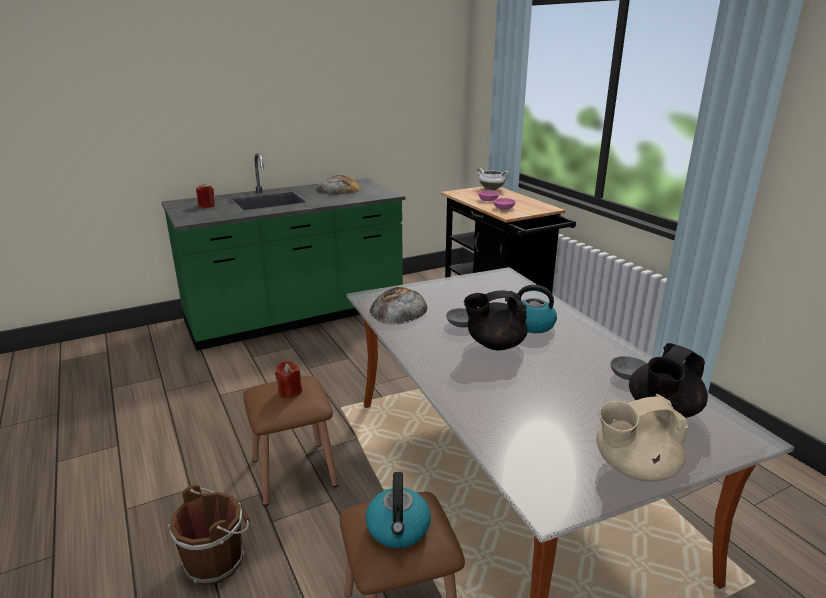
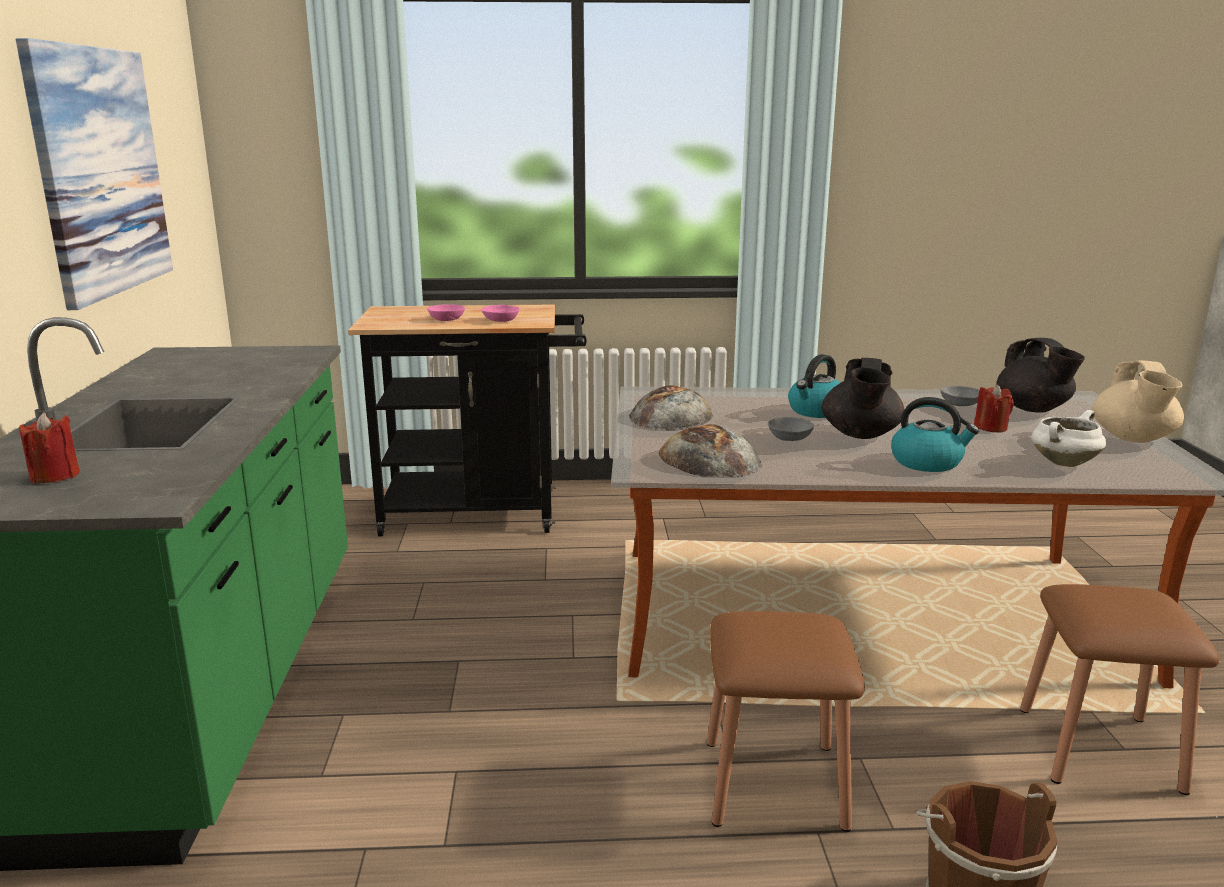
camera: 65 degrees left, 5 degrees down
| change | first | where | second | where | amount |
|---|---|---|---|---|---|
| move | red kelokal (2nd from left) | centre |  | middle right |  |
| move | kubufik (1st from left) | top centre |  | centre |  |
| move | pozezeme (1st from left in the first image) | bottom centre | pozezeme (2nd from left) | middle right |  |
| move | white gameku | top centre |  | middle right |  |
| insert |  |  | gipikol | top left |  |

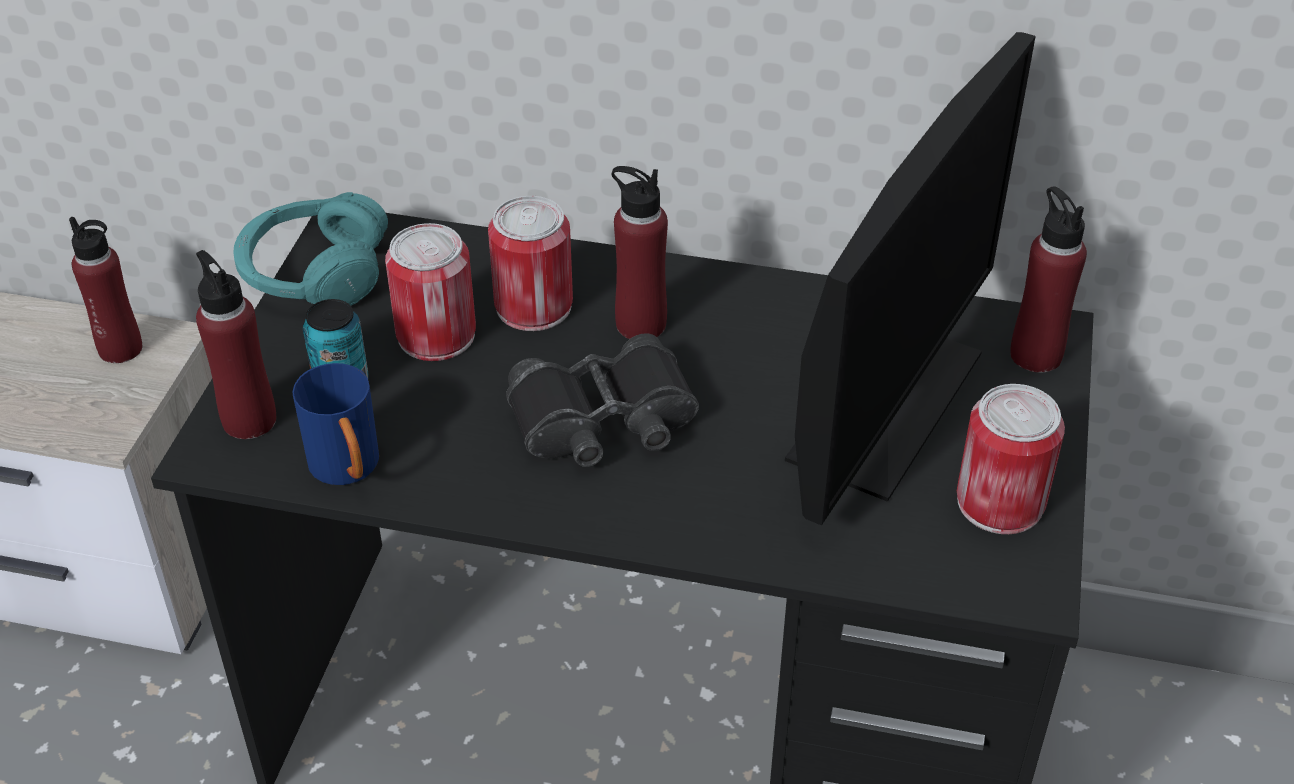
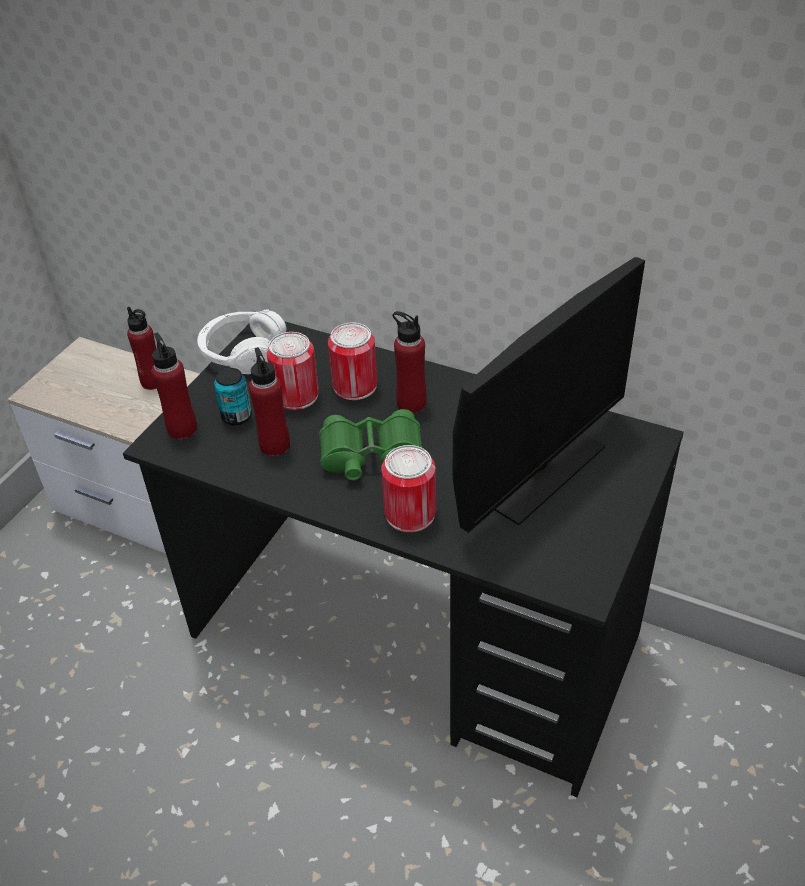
camera: 15 degrees right, 0 degrees up
| change | first | where | second | where | amount |
|---|---|---|---|---|---|
| recolor | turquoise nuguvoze | top left | white nuguvoze | middle left |  |
| delete | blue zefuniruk | middle left |  |  |  |
| recolor | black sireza | centre | green sireza | centre |  |
| move | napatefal (4th from left) | middle right |  | centre |  |
| move | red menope (4th from left in the first image) | middle right | red menope (3rd from left) | centre |  |

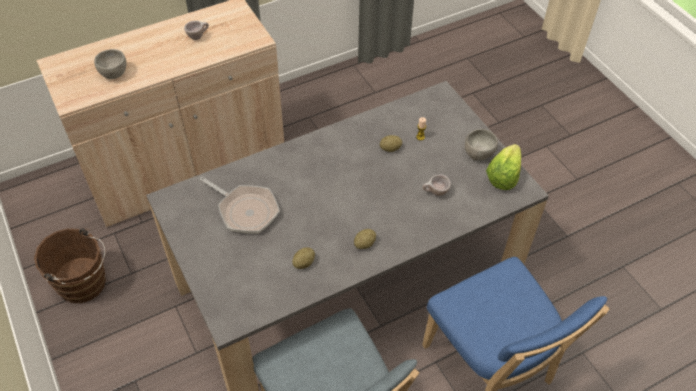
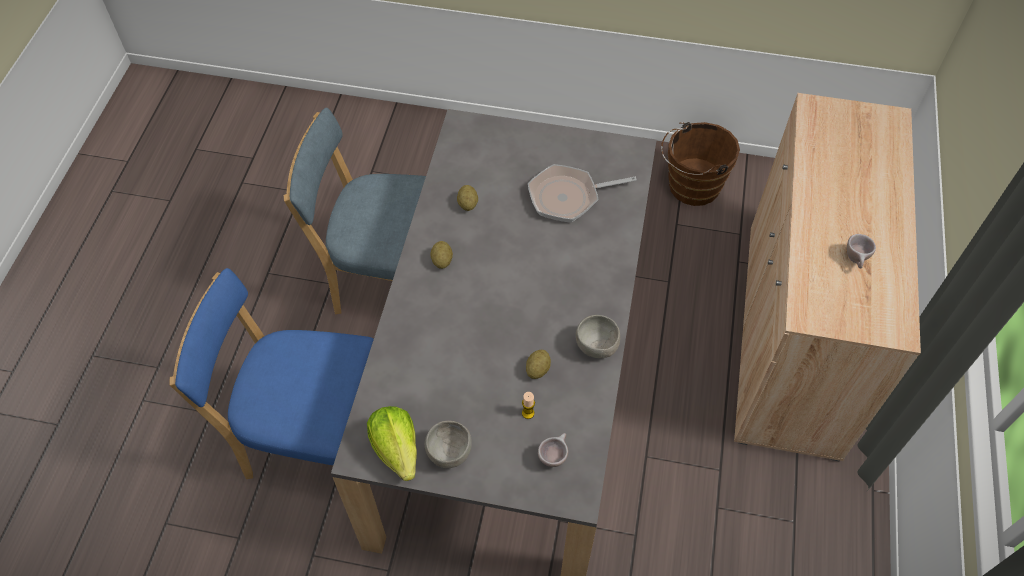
camera: 130 degrees right, 5 degrees up
| change | first | where | second | where | amount |
|---|---|---|---|---|---|
| move | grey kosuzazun (1st from left in the first image) | top left | grey kosuzazun (2nd from left) | centre |  |
| move | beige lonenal (2nd from left in the first image) | centre | beige lonenal (1st from left) | bottom centre |  |

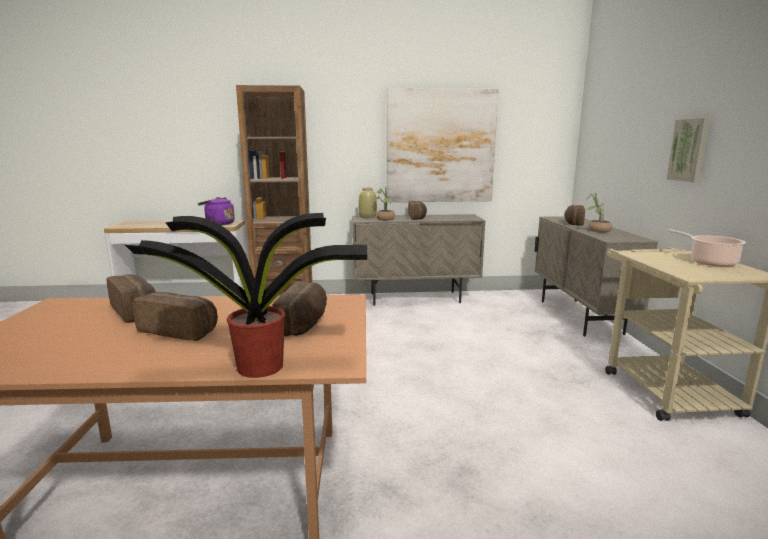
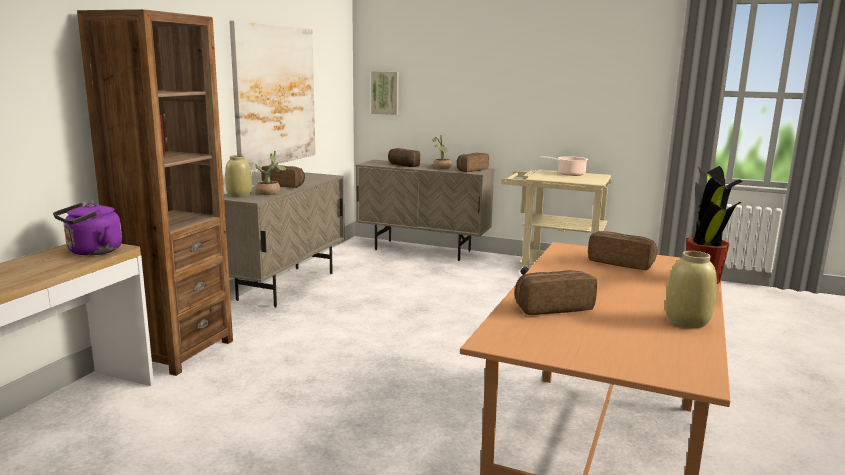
camera: 65 degrees left, 0 degrees up
| change | first | where | second | where | amount |
|---|---|---|---|---|---|
| move | kubufik (2nd from left in the first image) | middle left | kubufik (3rd from left) | centre |  |
| move | gipikol (2nd from left) | top right |  | top centre |  |
| insert |  |  | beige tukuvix (2nd from left) | middle right |  |

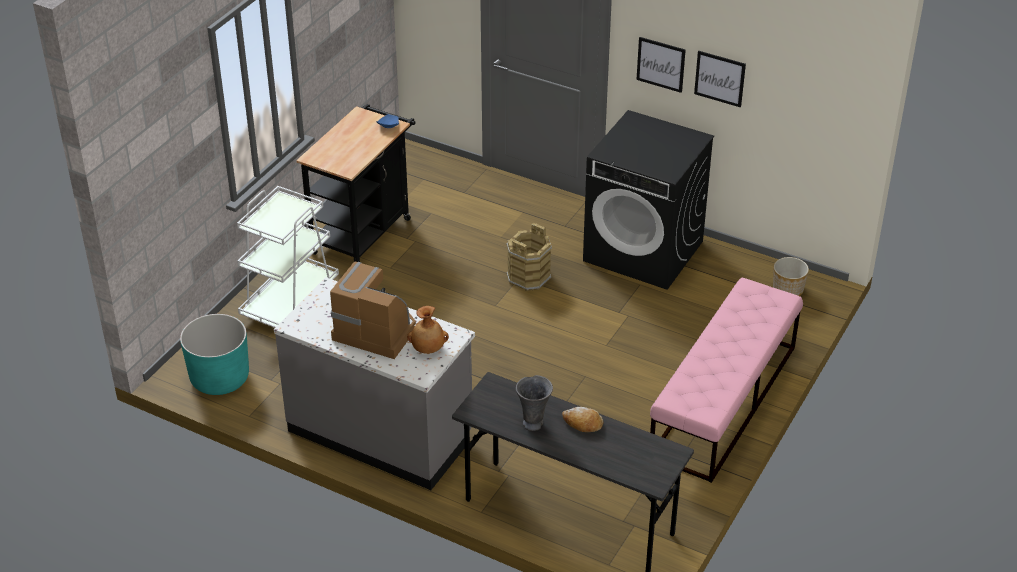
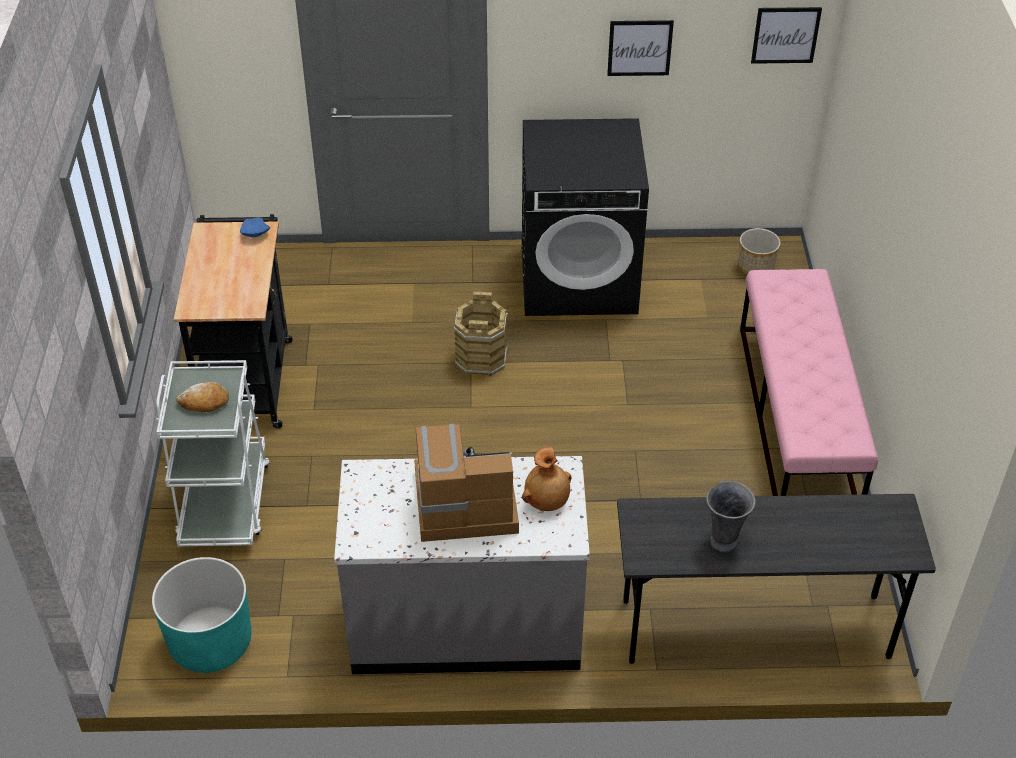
camera: 30 degrees left, 5 degrees up
| change | first | where | second | where | amount |
|---|---|---|---|---|---|
| move | kubufik | bottom centre |  | middle left |  |
| move | gipikol (1st from left in the first image) | top centre | gipikol (2nd from left) | top right |  |

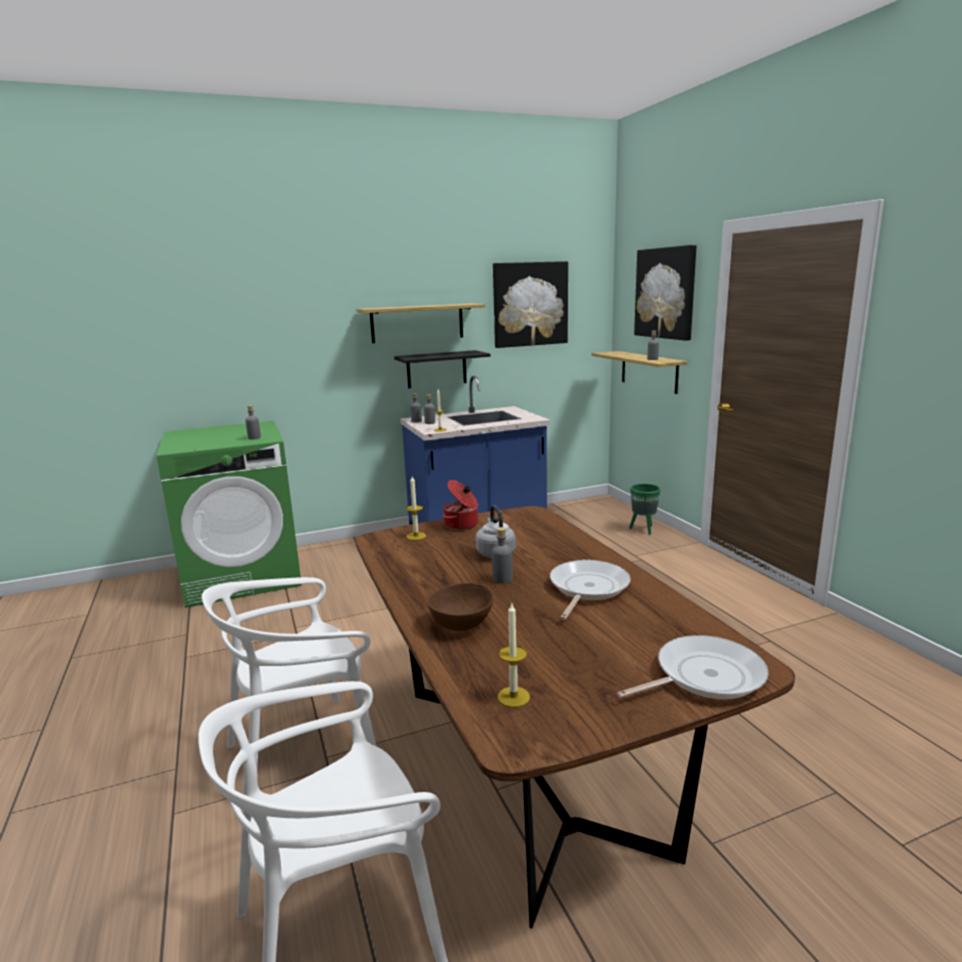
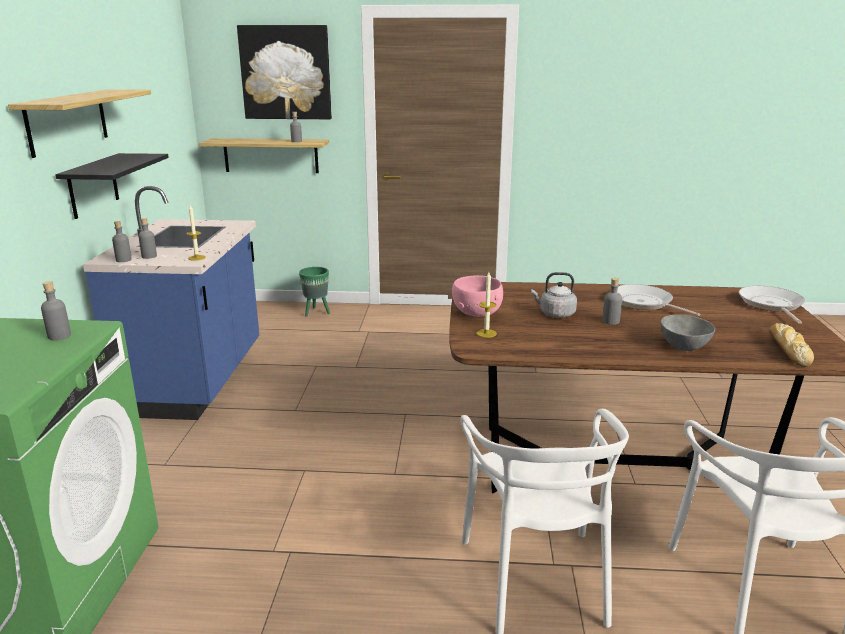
camera: 65 degrees left, 5 degrees up
| change | first | where | second | where | amount |
|---|---|---|---|---|---|
| recolor | brown kosuzazun | centre | grey kosuzazun | middle right |  |
| replace | gameku | centre | pink kosuzazun | centre |  |
| delete | gipikol (1st from left) | top centre |  |  |  |
| replace | kelokal (3rd from left) | bottom centre | kubufik | middle right |  |

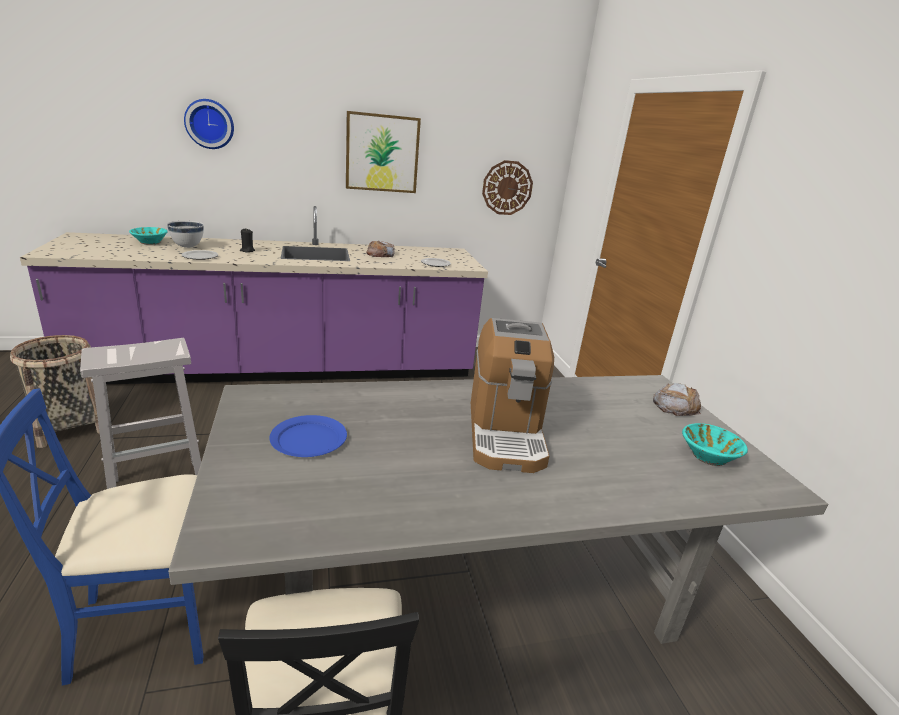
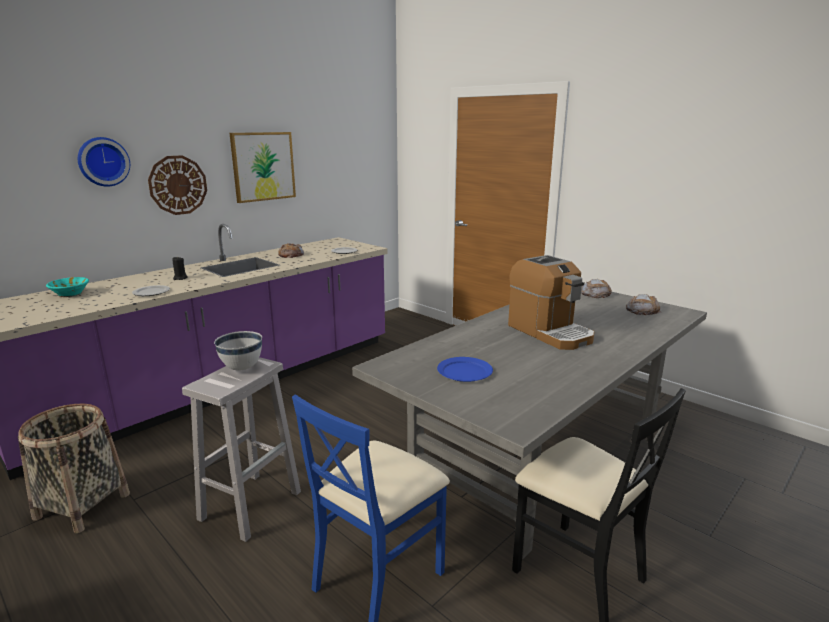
camera: 30 degrees left, 5 degrees down
| change | first | where | second | where | amount |
|---|---|---|---|---|---|
| move | white kosuzazun | top left |  | middle left |  |
| move | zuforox (2nd from left) | top centre |  | top left |  |
| replace | turquoise kosuzazun (2nd from left) | middle right | kubufik (3rd from left) | middle right |  |

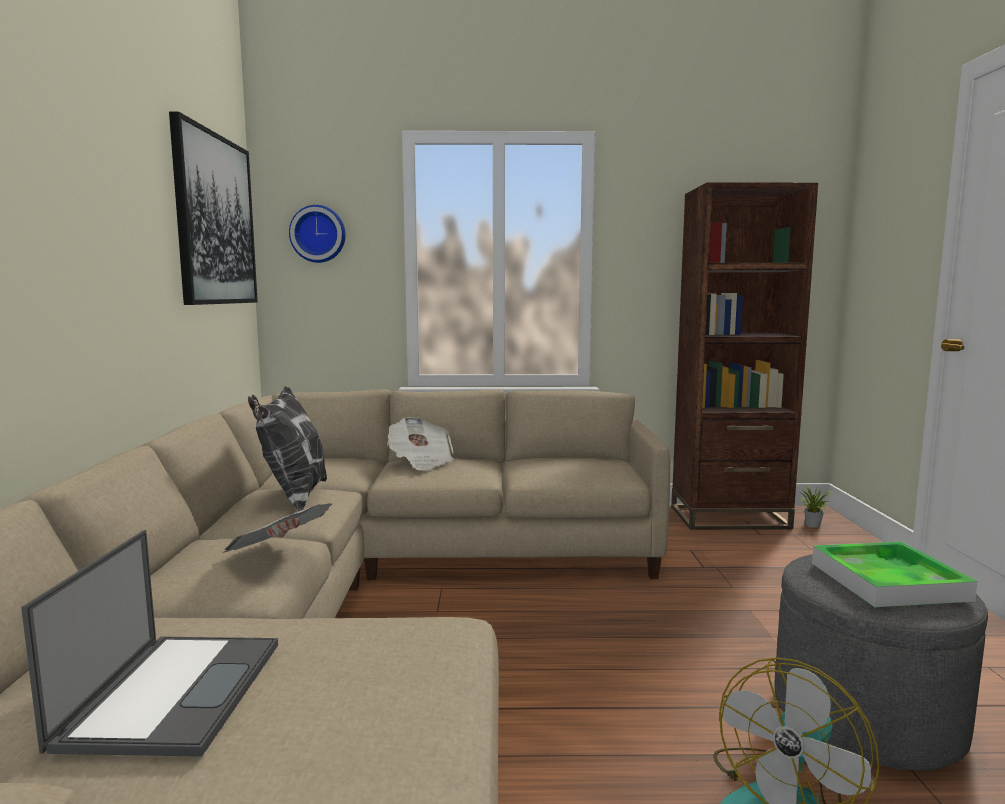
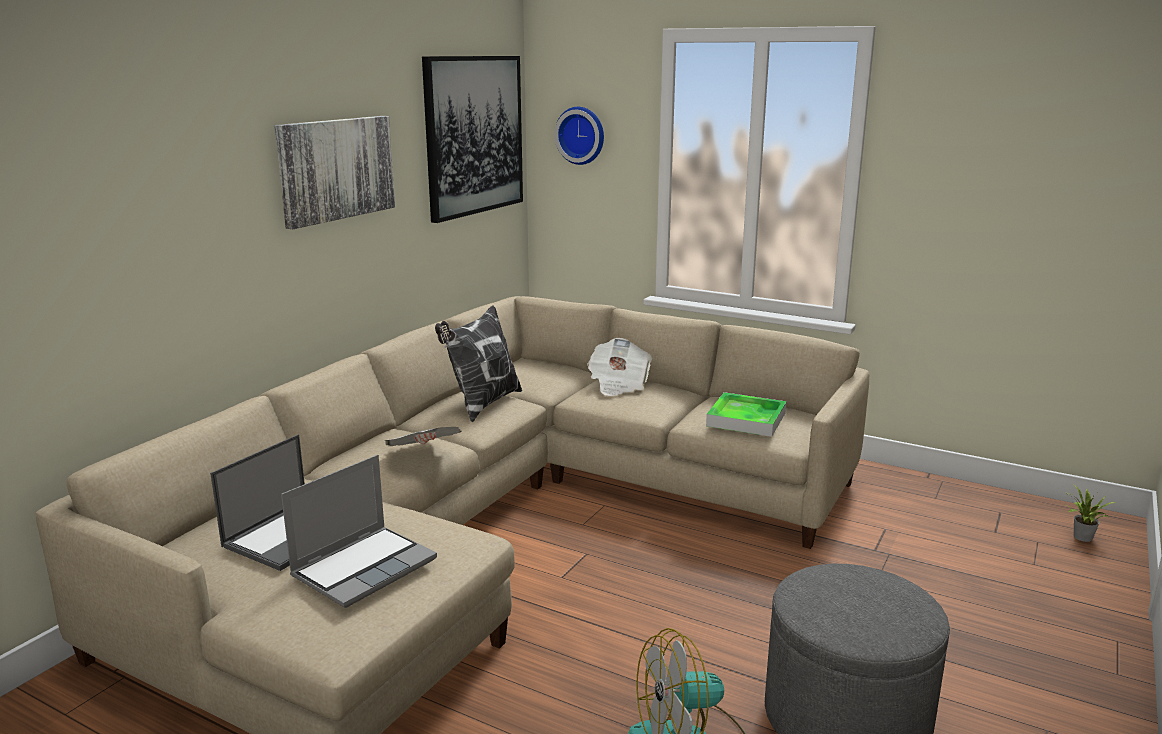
camera: 30 degrees right, 10 degrees up
| change | first | where | second | where | amount |
|---|---|---|---|---|---|
| delete | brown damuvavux | middle right |  |  |  |
| move | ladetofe | bottom right |  | centre |  |
| insert |  |  | gipikol (1st from left) | top left |  |
| insert |  |  | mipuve (2nd from left) | bottom left |  |

